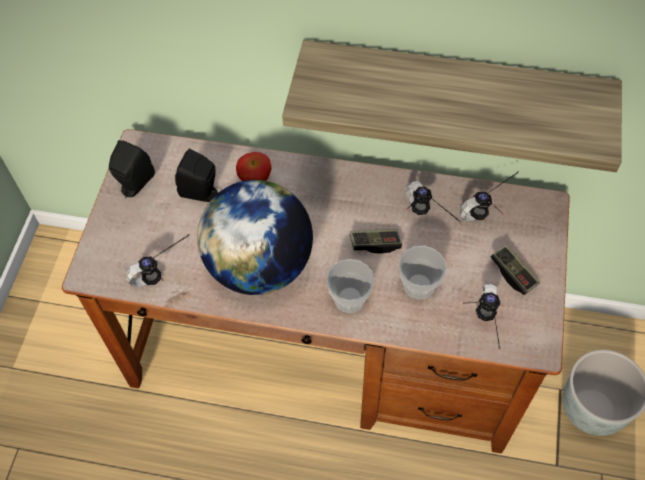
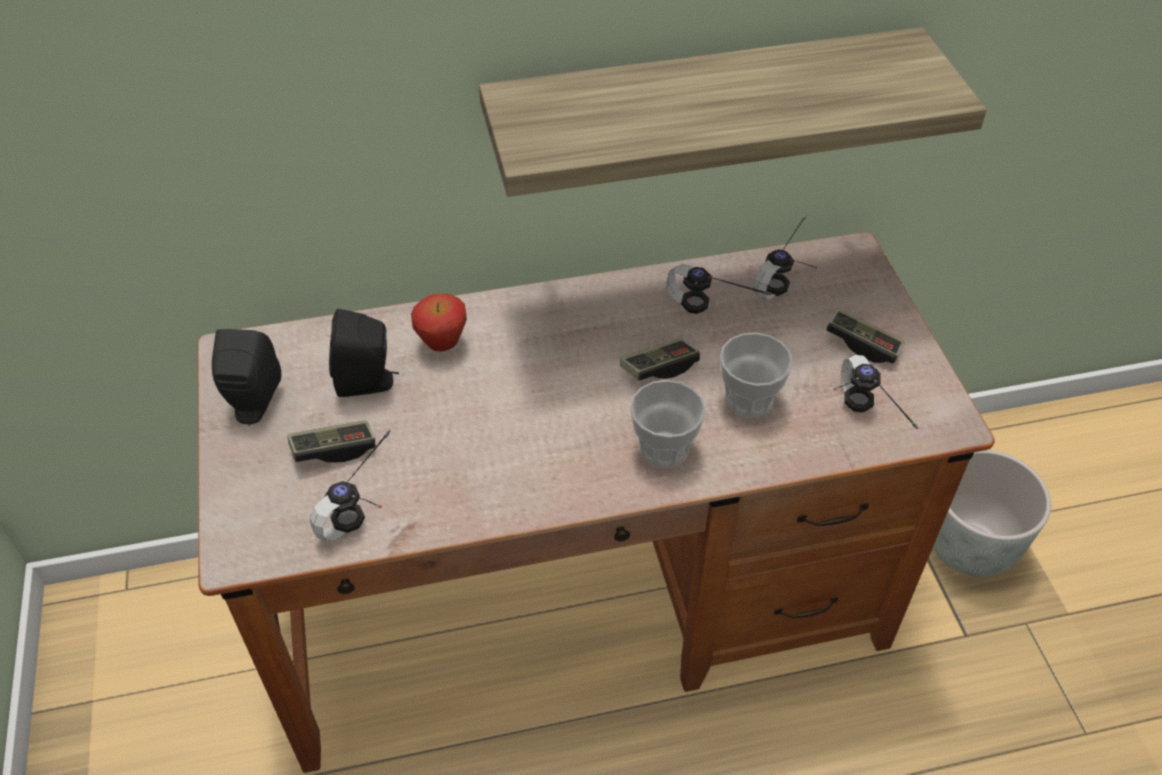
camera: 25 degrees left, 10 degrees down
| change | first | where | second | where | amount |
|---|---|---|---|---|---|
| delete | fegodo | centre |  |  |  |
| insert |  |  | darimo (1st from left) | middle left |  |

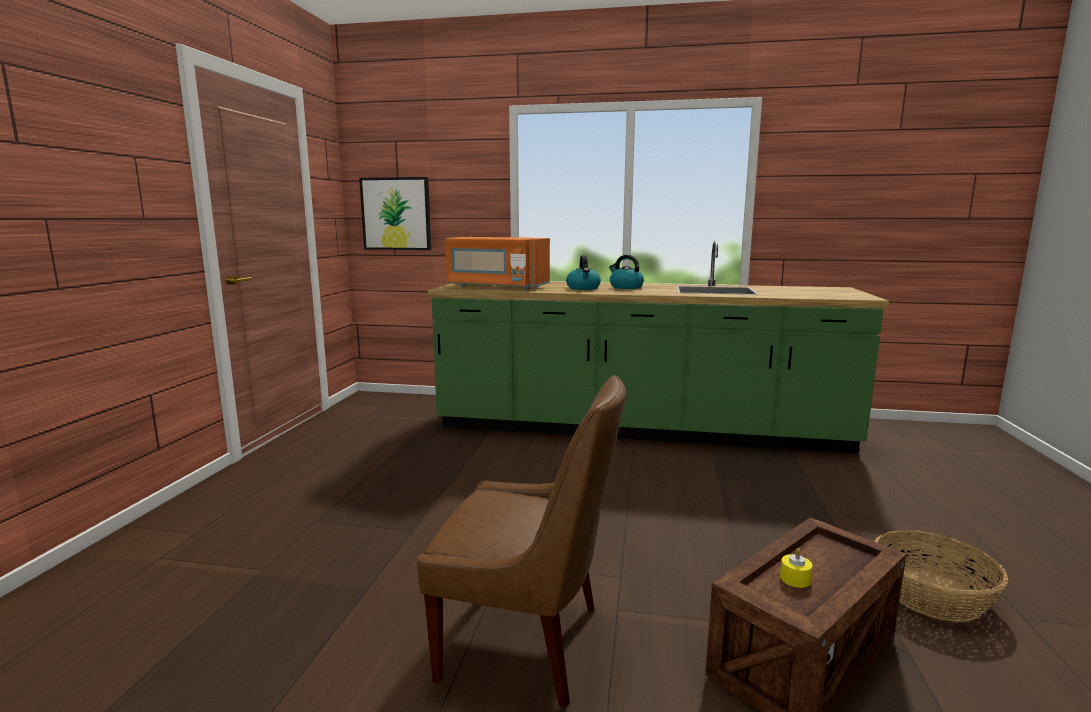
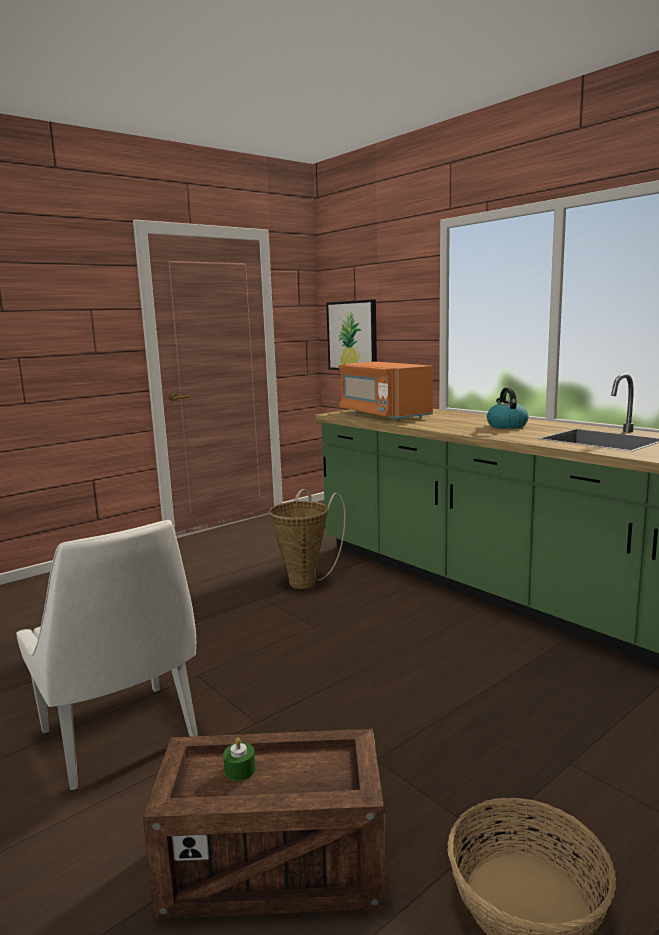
camera: 40 degrees right, 0 degrees up
| change | first | where | second | where | amount |
|---|---|---|---|---|---|
| recolor | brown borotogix | bottom centre | white borotogix | bottom left |  |
| delete | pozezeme (1st from left) | centre |  |  |  |
| recolor | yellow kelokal | bottom right | green kelokal | bottom centre |  |
| insert |  |  | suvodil (1st from left) | centre |  |

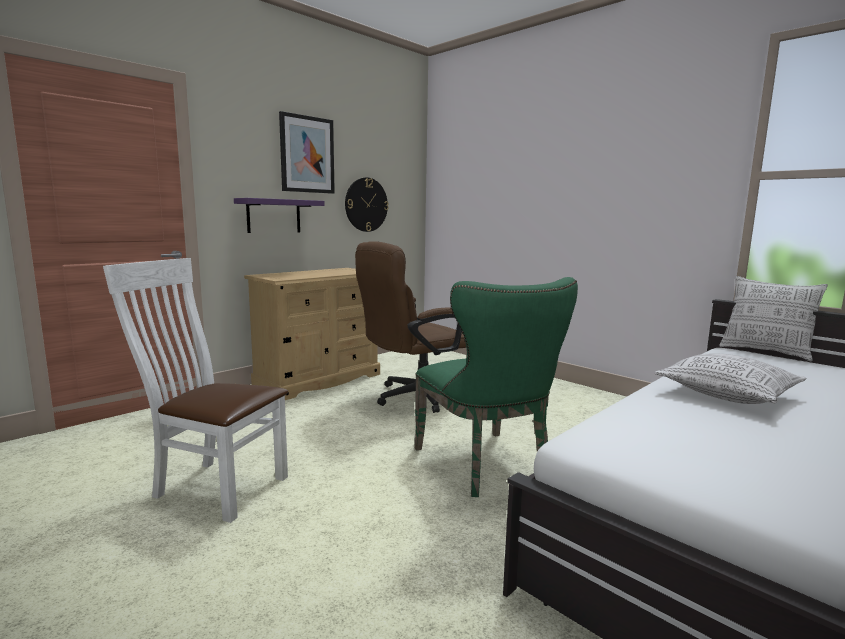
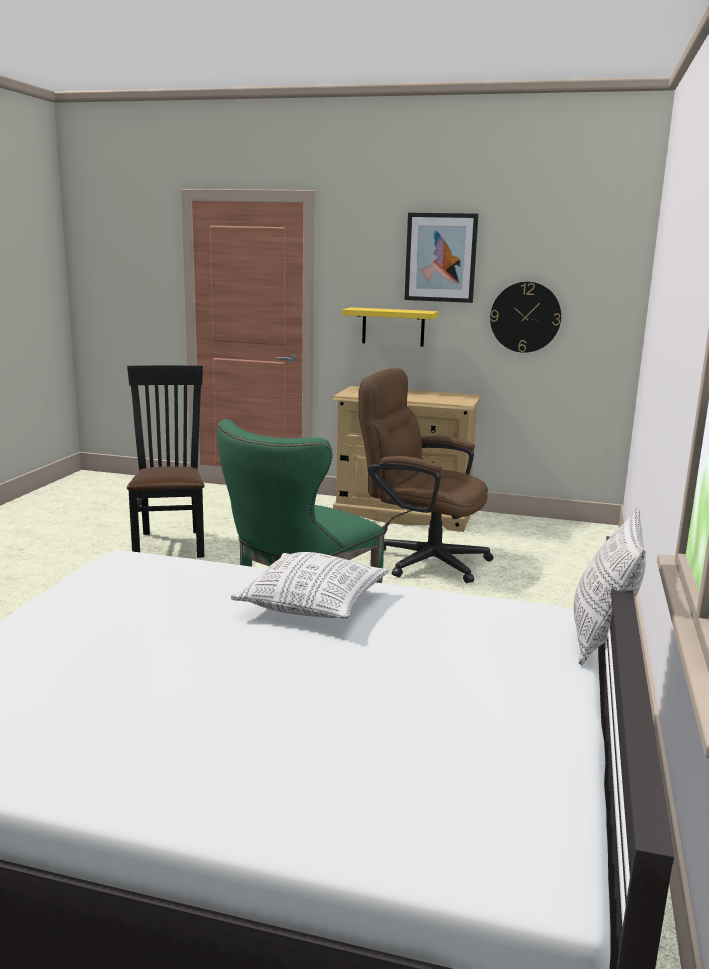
camera: 60 degrees right, 5 degrees up
| change | first | where | second | where | amount |
|---|---|---|---|---|---|
| recolor | white borotogix | middle left | black borotogix | middle left |  |
| recolor | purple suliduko | middle left | yellow suliduko | centre |  |

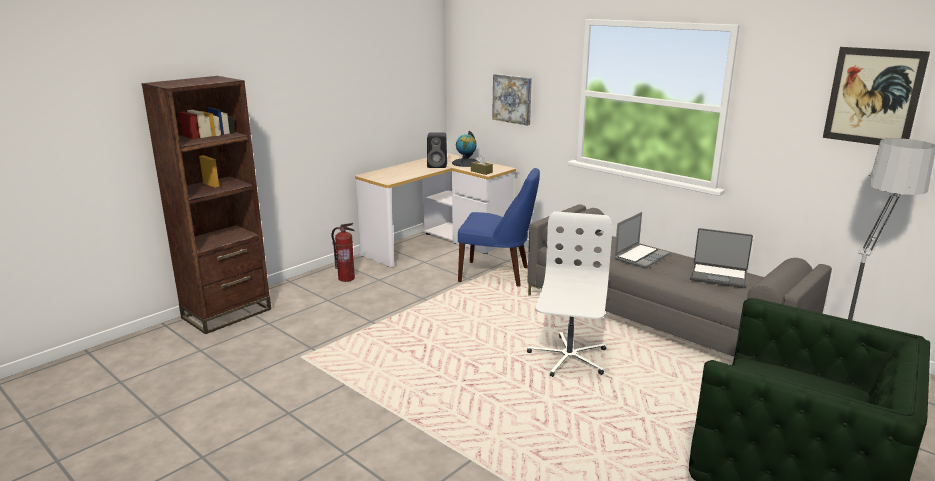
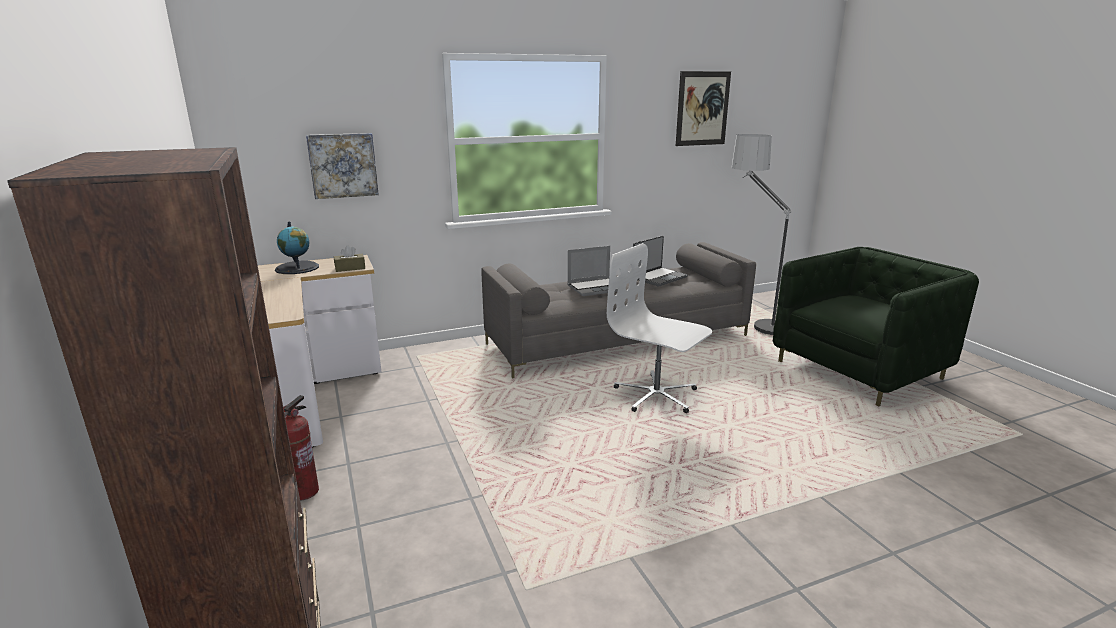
camera: 65 degrees left, 0 degrees up
| change | first | where | second | where | amount |
|---|---|---|---|---|---|
| delete | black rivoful | top centre |  |  |  |
| delete | blue borotogix | centre |  |  |  |
| rotate | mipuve (1st from left) | middle right |  | centre | 90 degrees clockwise |

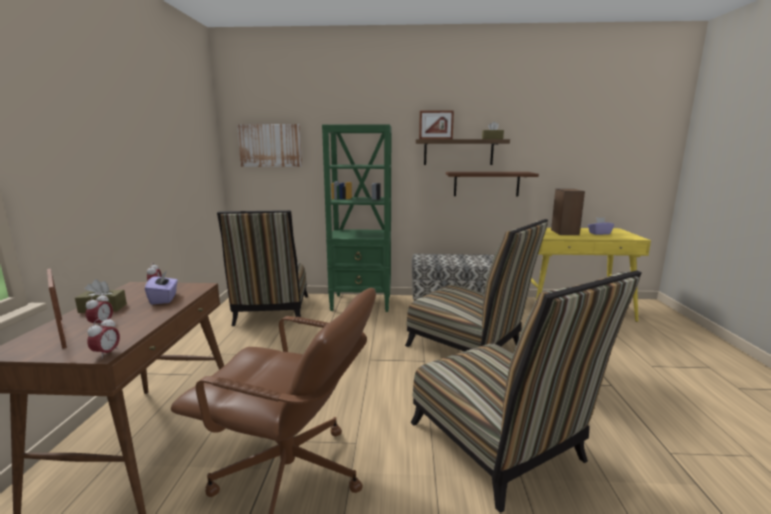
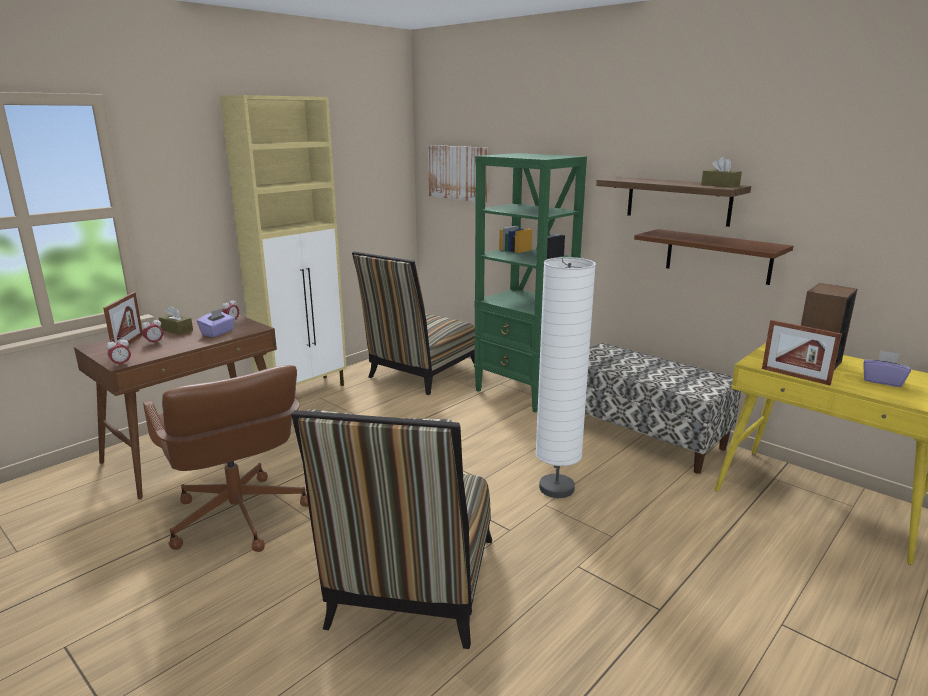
camera: 40 degrees right, 5 degrees up
| change | first | where | second | where | amount |
|---|---|---|---|---|---|
| replace | borotogix (2nd from left) | centre | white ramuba | centre |  |
| move | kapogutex (2nd from left) | top centre |  | middle right |  |
| insert |  |  | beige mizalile | middle left |  |

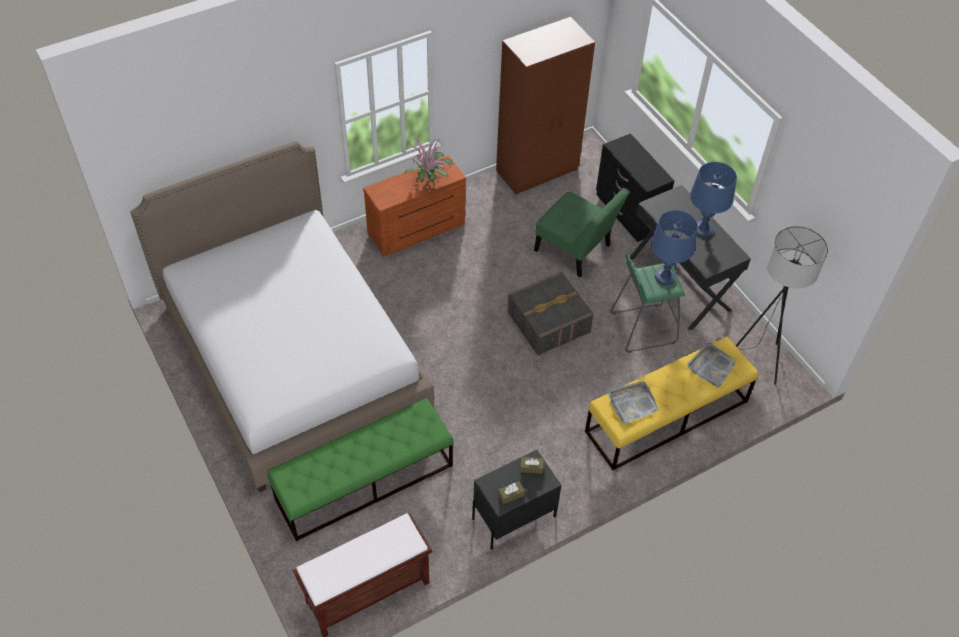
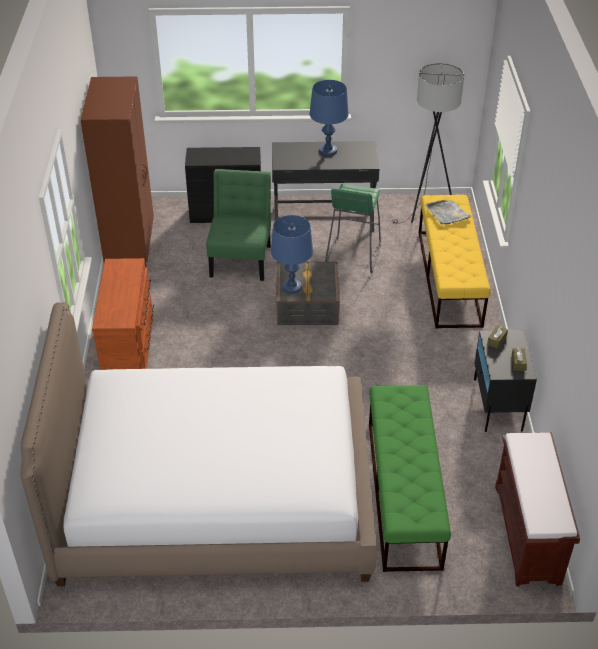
camera: 60 degrees left, 10 degrees down
| change | first | where | second | where | amount |
|---|---|---|---|---|---|
| delete | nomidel | top centre |  |  |  |
| rotate | green borotogix | centre |  | centre | 60 degrees counterclockwise |
| delete | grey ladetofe (1st from left) | centre |  |  |  |
| move | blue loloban (1st from left) | middle right |  | centre |  |

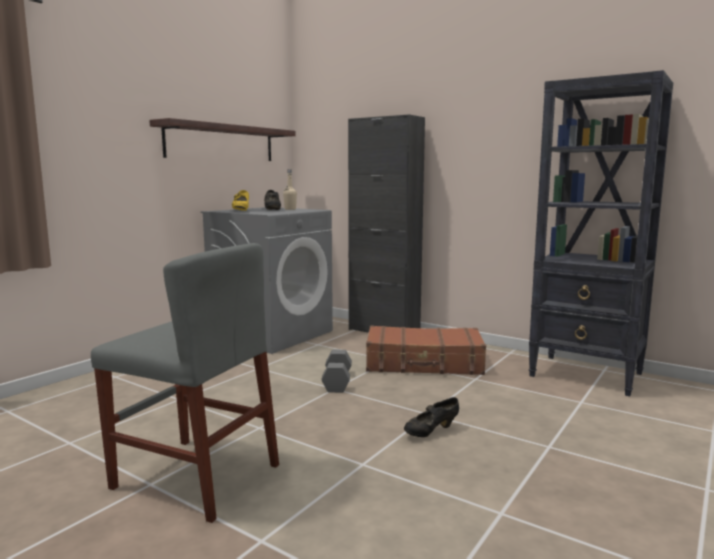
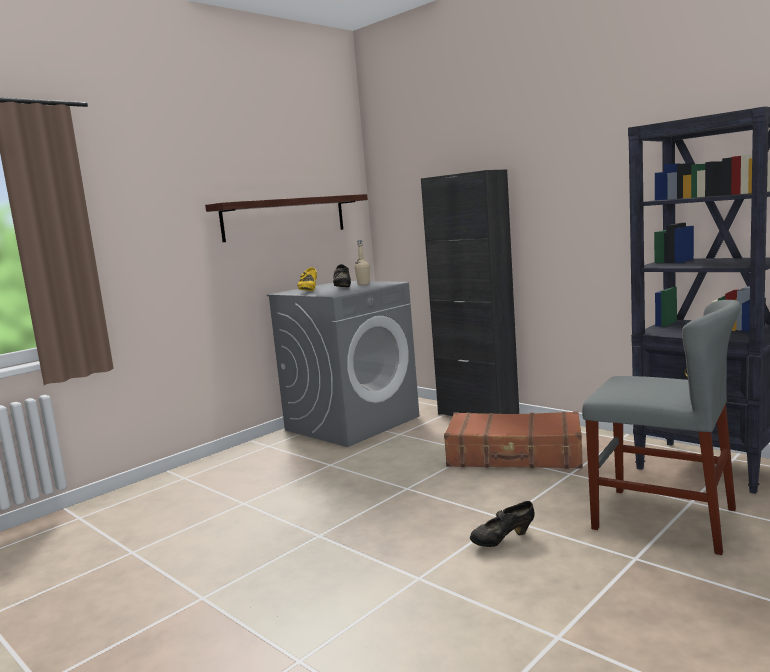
camera: 10 degrees right, 0 degrees up
| change | first | where | second | where | amount |
|---|---|---|---|---|---|
| move | grey borotogix | bottom left |  | middle right |  |
| delete | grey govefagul | centre |  |  |  |

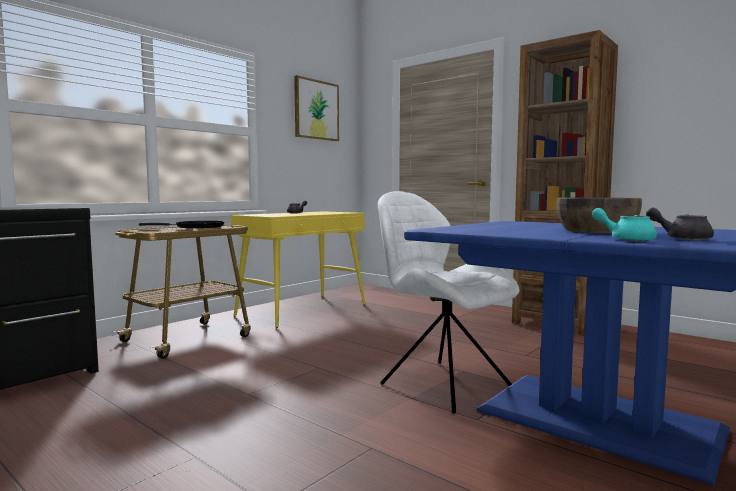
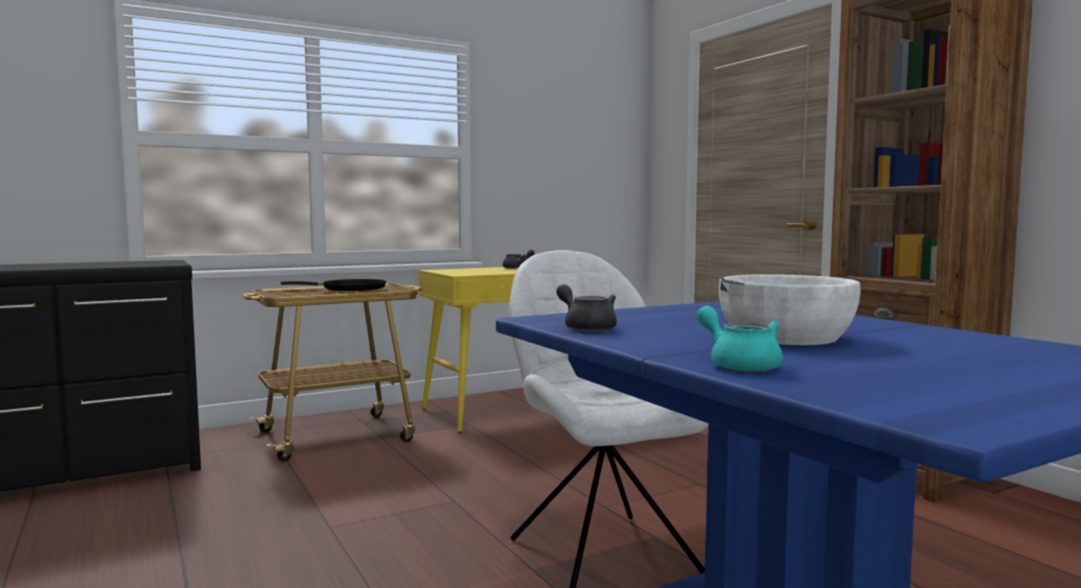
camera: 20 degrees right, 0 degrees up
| change | first | where | second | where | amount |
|---|---|---|---|---|---|
| delete | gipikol | top centre |  |  |  |
| recolor | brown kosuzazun | middle right | white kosuzazun | middle right |  |
| move | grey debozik (2nd from left) | middle right |  | centre |  |

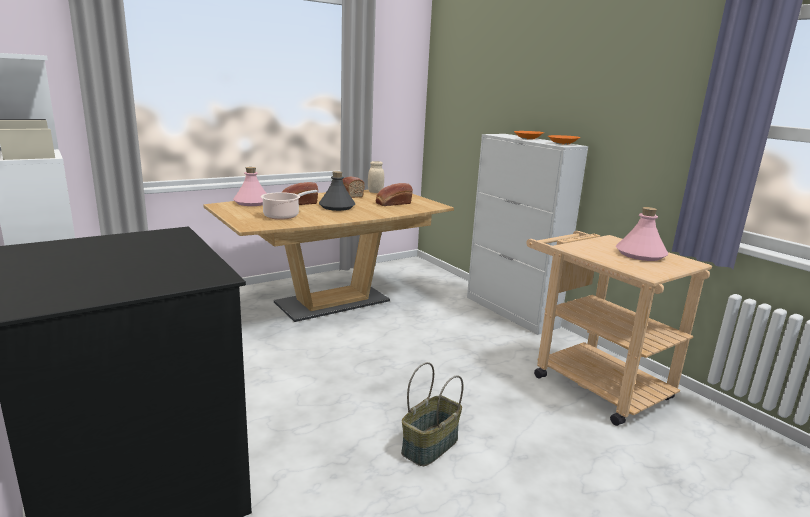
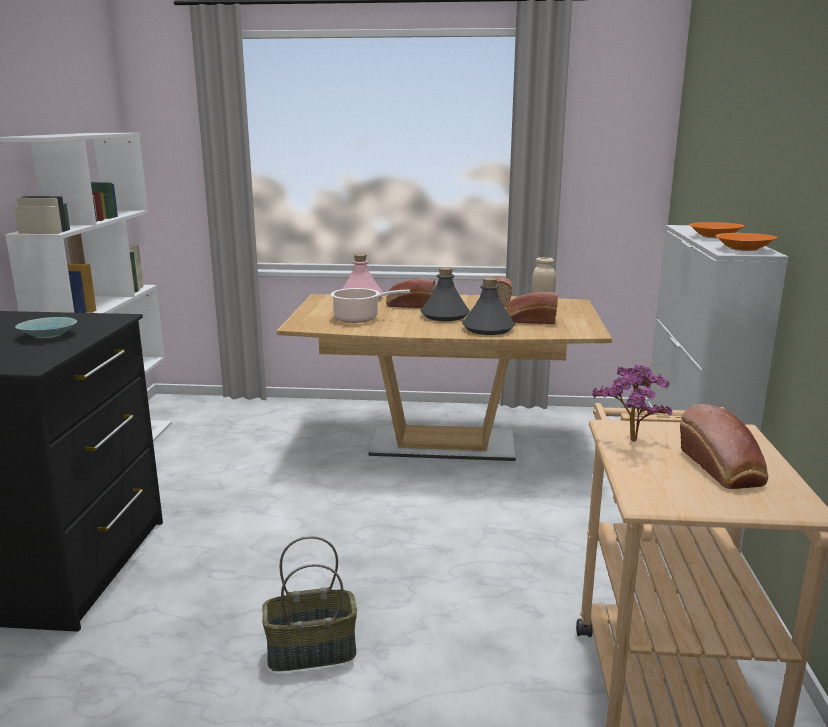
camera: 40 degrees right, 0 degrees up
| change | first | where | second | where | amount |
|---|---|---|---|---|---|
| replace | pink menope (2nd from left) | middle right | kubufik (4th from left) | middle right |  |
| insert |  |  | turquoise kosuzazun | middle left |  |
| insert |  |  | grey menope (2nd from left) | centre |  |
| insert |  |  | nomidel | middle right |  |

